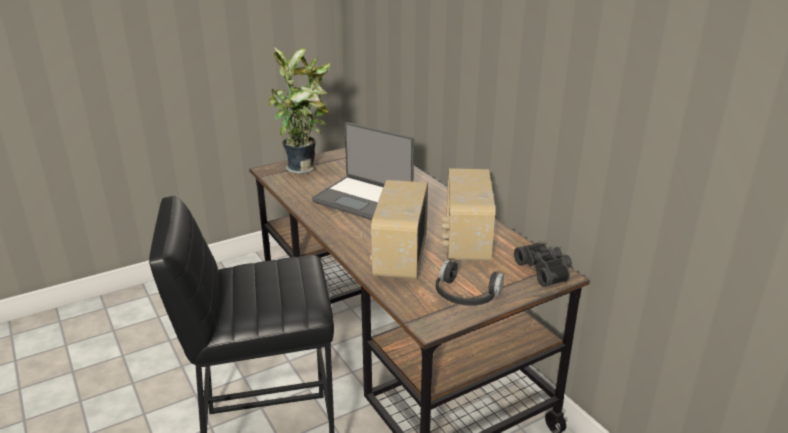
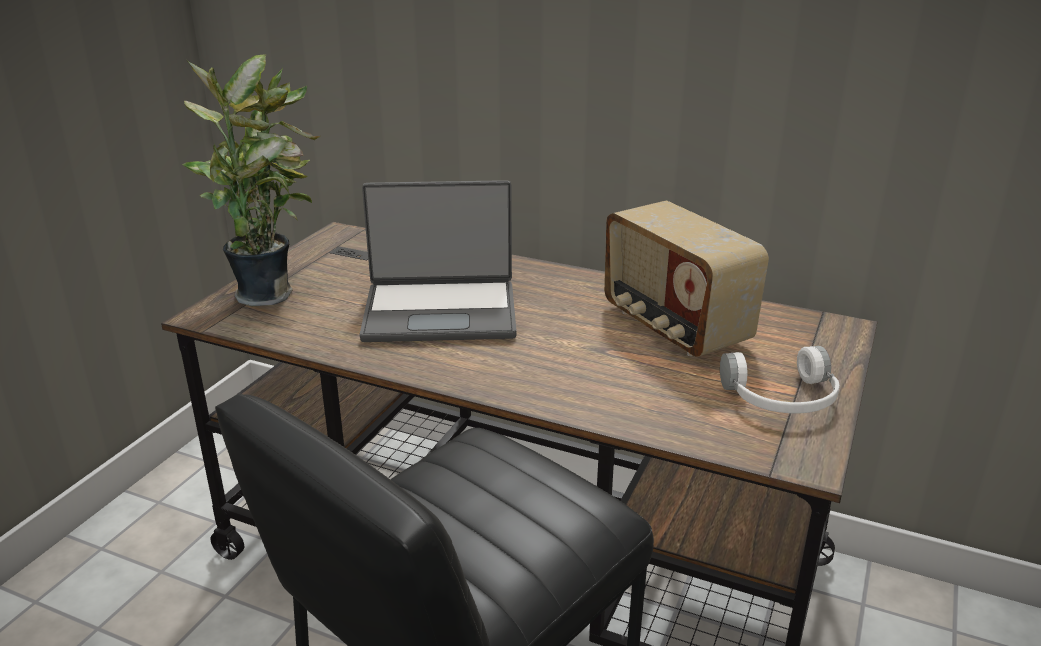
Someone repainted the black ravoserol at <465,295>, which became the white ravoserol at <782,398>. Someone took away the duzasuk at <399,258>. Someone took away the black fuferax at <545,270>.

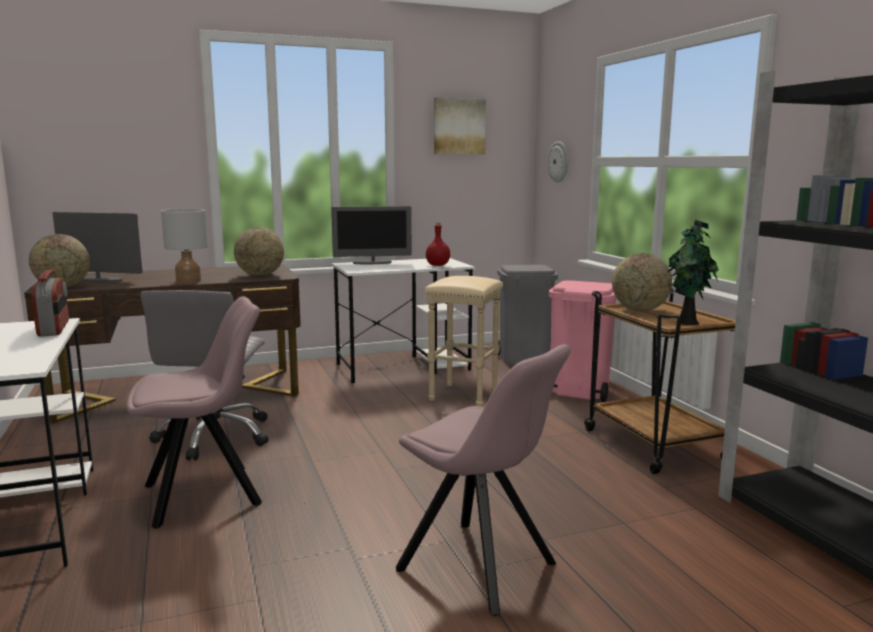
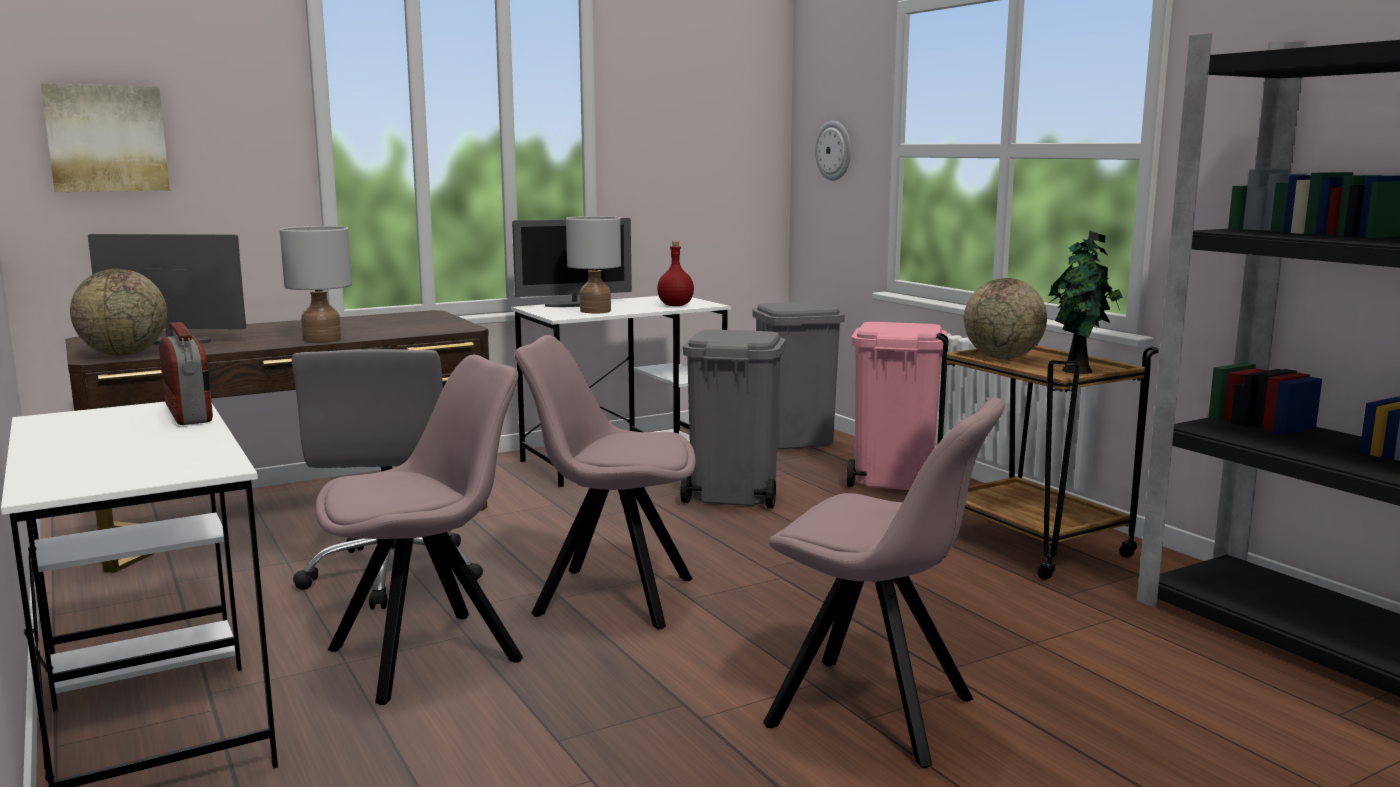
Someone carried the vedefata from <459,126> to <107,138>. Someone put down the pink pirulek at <613,597>. Someone put down the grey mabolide at <595,311>. Someone swapped the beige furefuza at <462,395> for the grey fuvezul at <732,495>. Someone took away the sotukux at <260,275>.

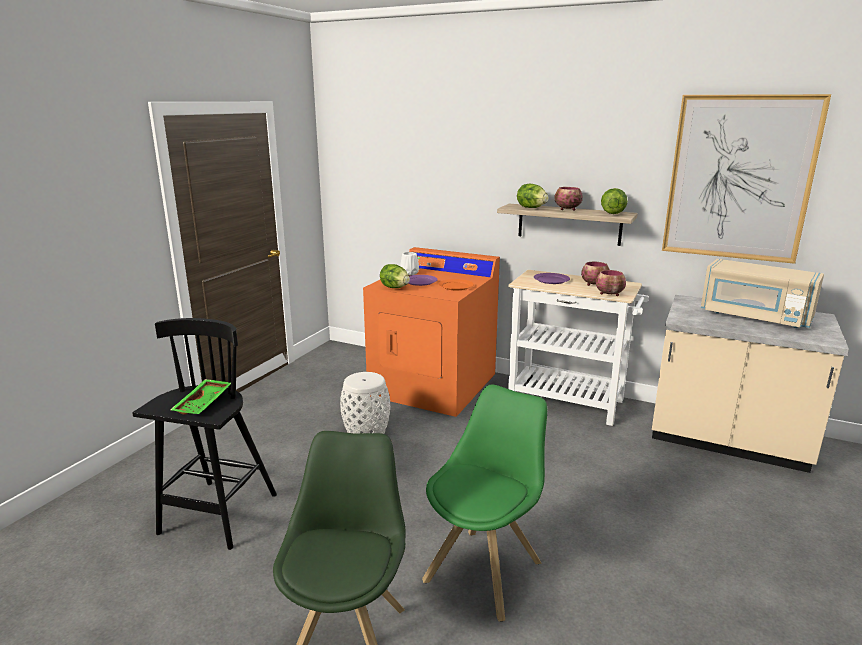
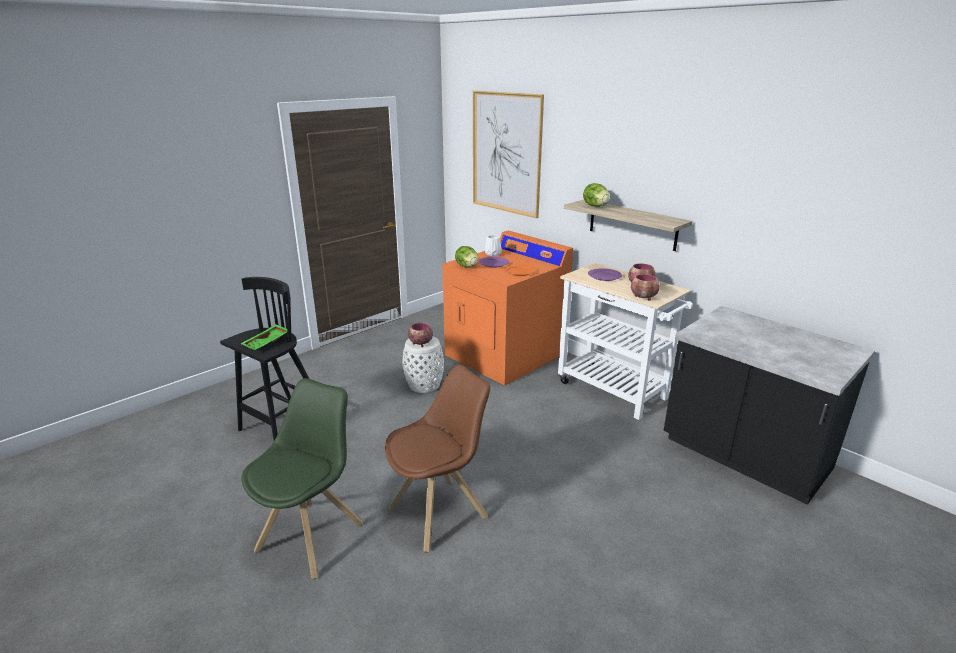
Someone repainted the green pirulek at <484,571>, which became the brown pirulek at <439,513>. Someone carried the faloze from <567,209> to <420,343>. Someone carried the vedefata from <739,178> to <506,153>. Someone repainted the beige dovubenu at <727,440>, which became the black dovubenu at <744,456>. Someone took away the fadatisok at <612,213>. Someone took away the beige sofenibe at <754,317>.

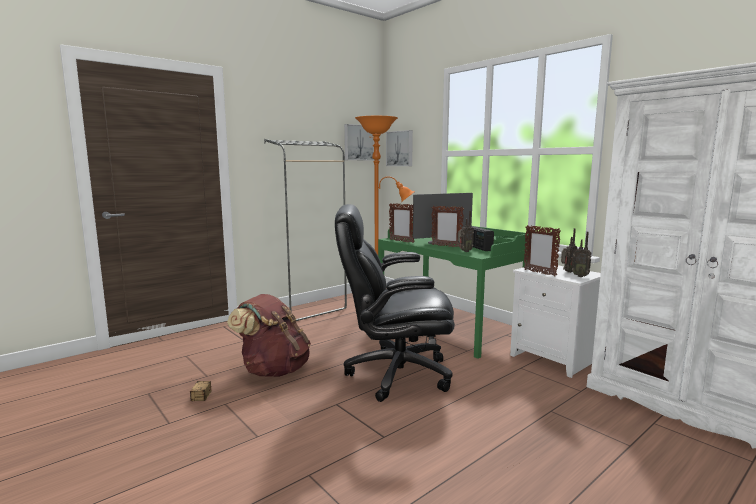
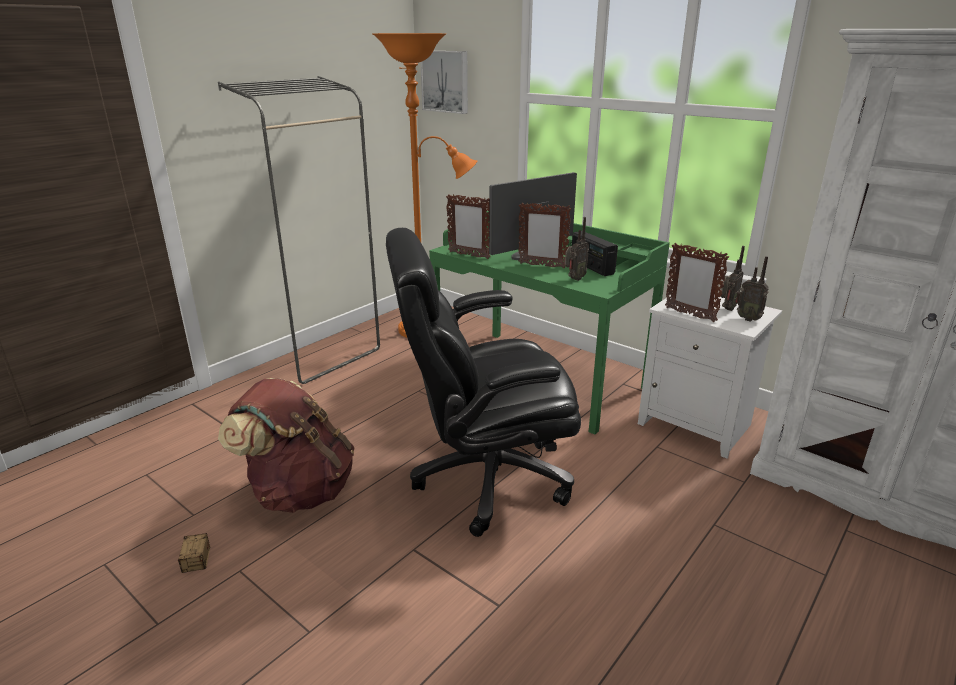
Someone took away the vedefata at <358,142>.

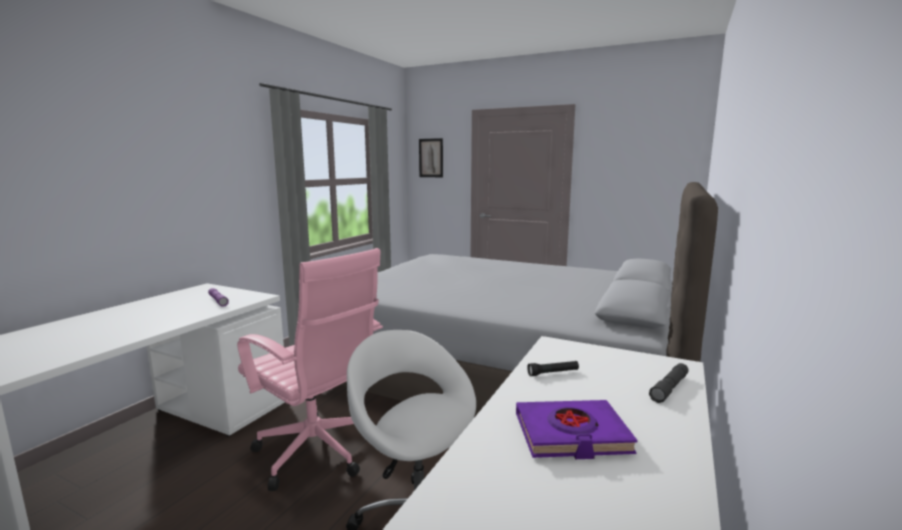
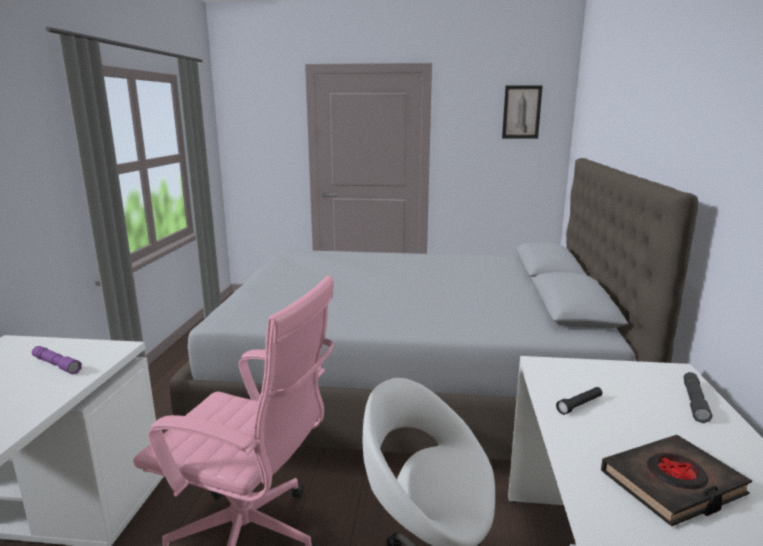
Someone carried the vedefata from <431,158> to <521,112>. Someone repainted the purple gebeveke at <571,435>, which became the black gebeveke at <672,484>.

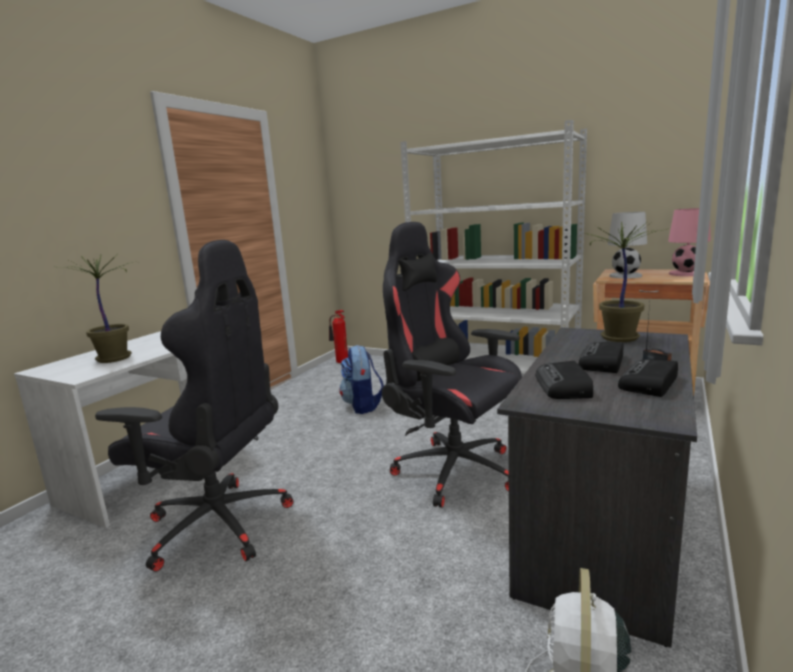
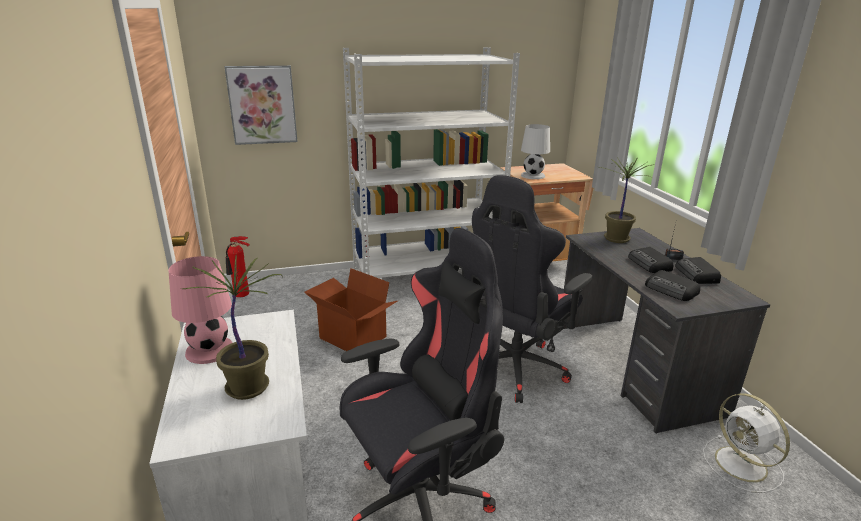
Someone carried the pink mabolide from <686,273> to <210,349>. Someone put up the vedefata at <262,105>. Someone swapped the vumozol at <363,406> for the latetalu at <352,338>. Someone rotated the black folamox at <457,471> by 45 degrees counterclockwise.

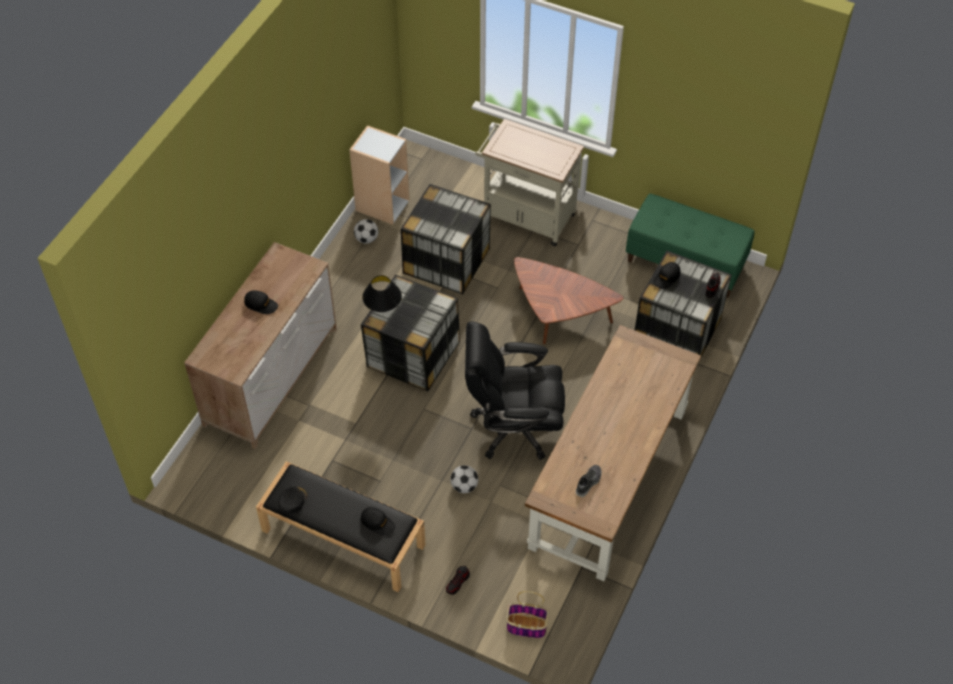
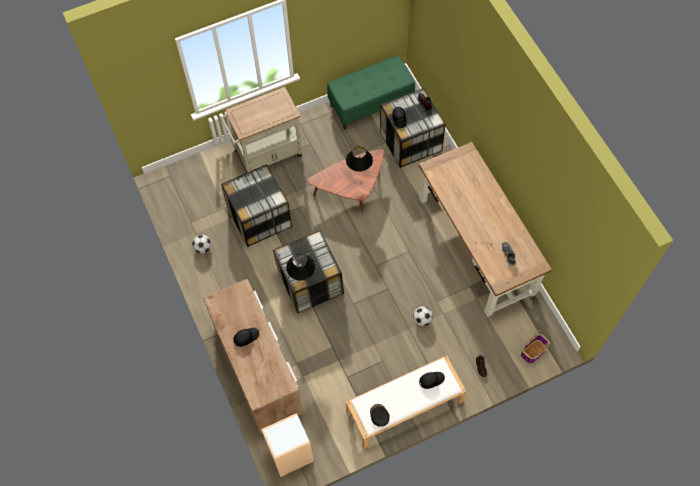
Someone carried the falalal from <382,205> to <290,455>. Someone put down the black mabolide at <359,174>. Someone repainted the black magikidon at <342,538>, which became the white magikidon at <404,407>. Someone took away the black folamox at <514,427>.

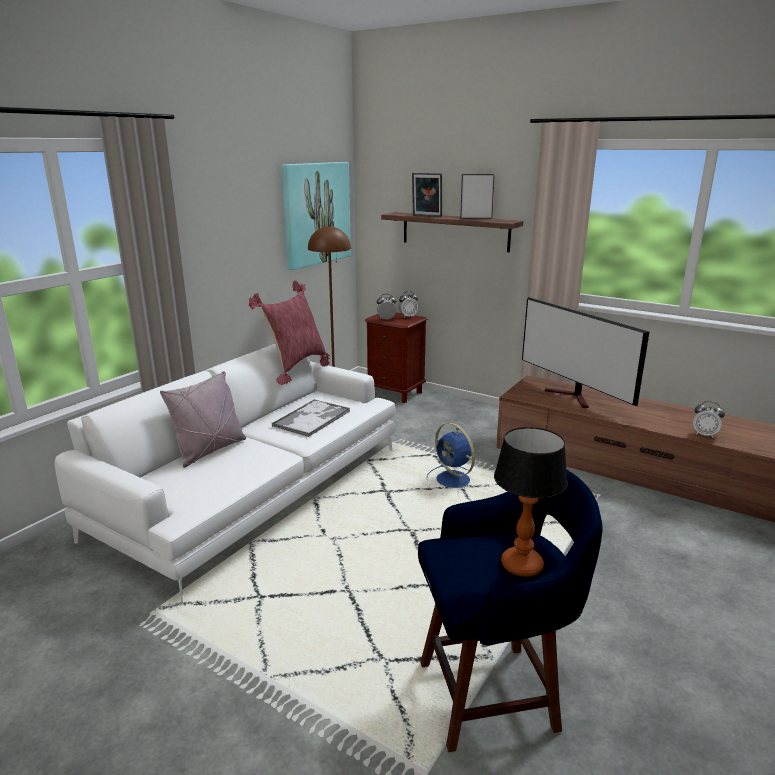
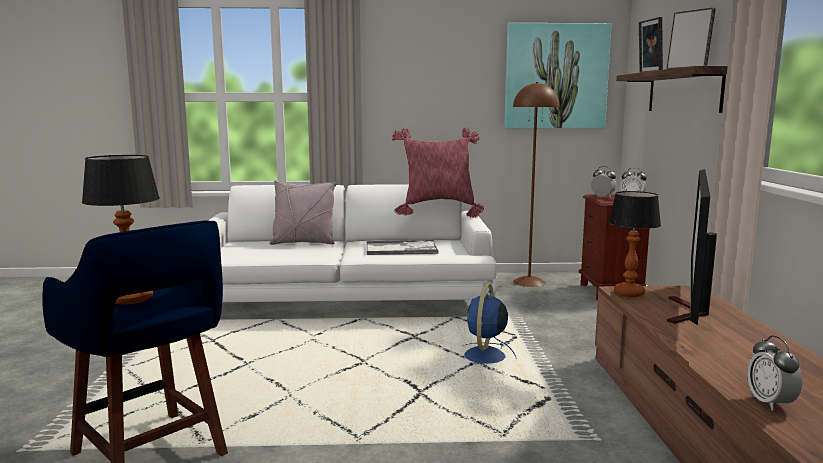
Someone put down the mabolide at <628,293>.

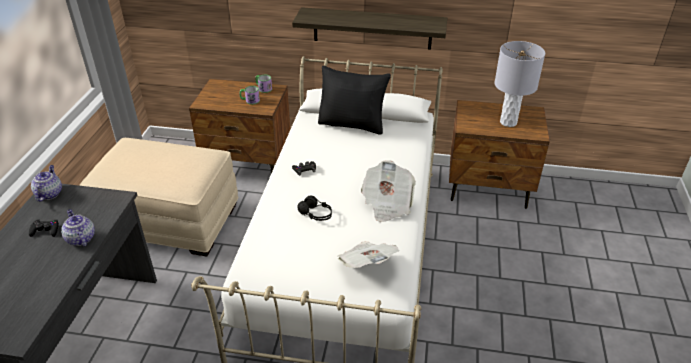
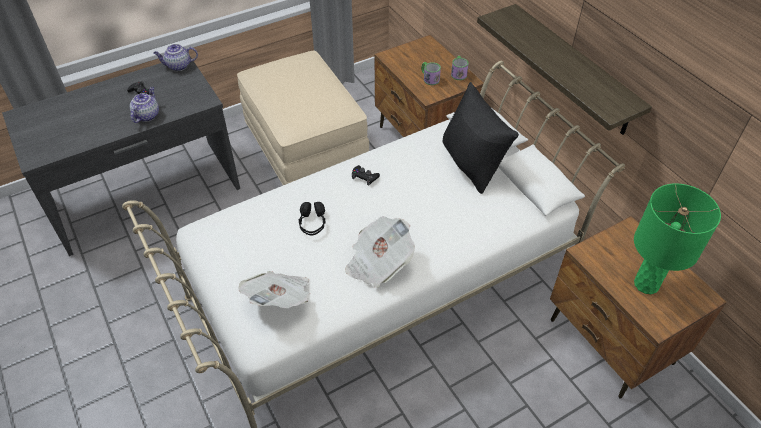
Someone rotated the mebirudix at <49,193> by 150 degrees counterclockwise. Someone repainted the grey mabolide at <508,122>, which became the green mabolide at <646,284>.

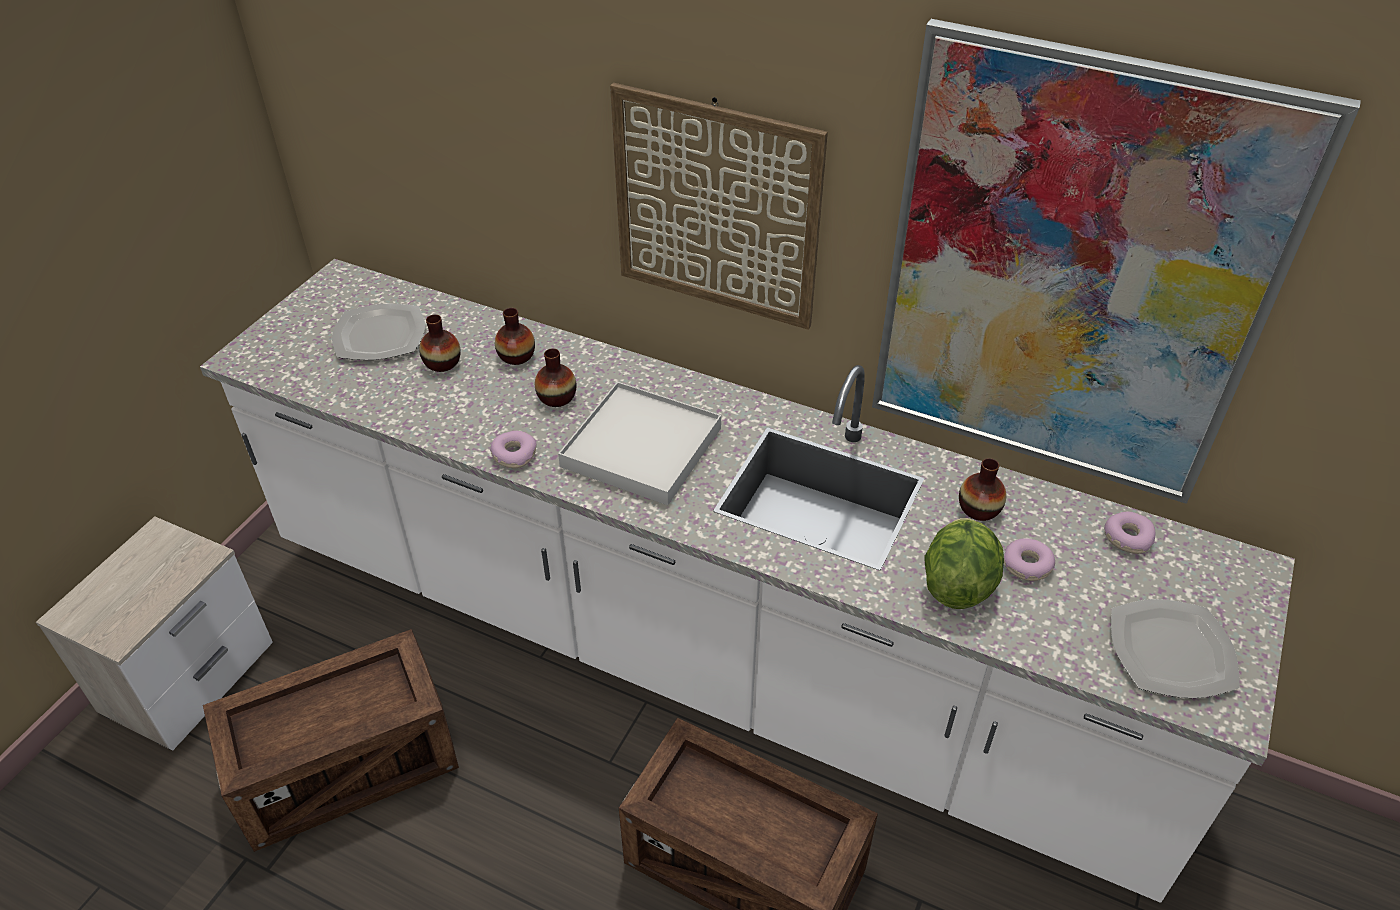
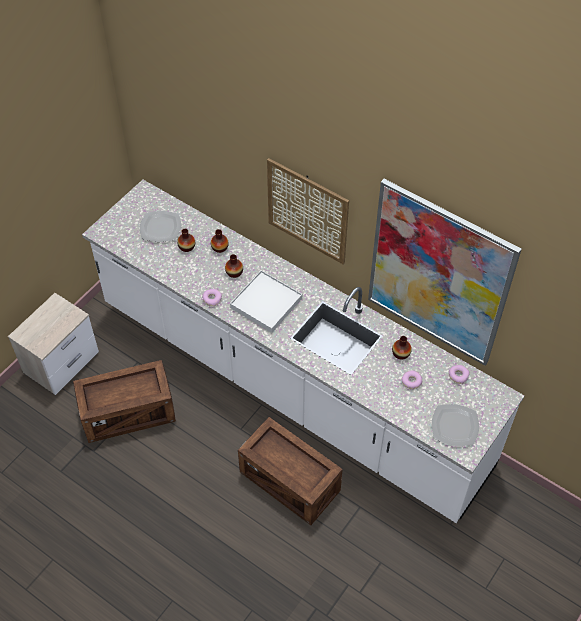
Someone took away the fadatisok at <957,583>.

